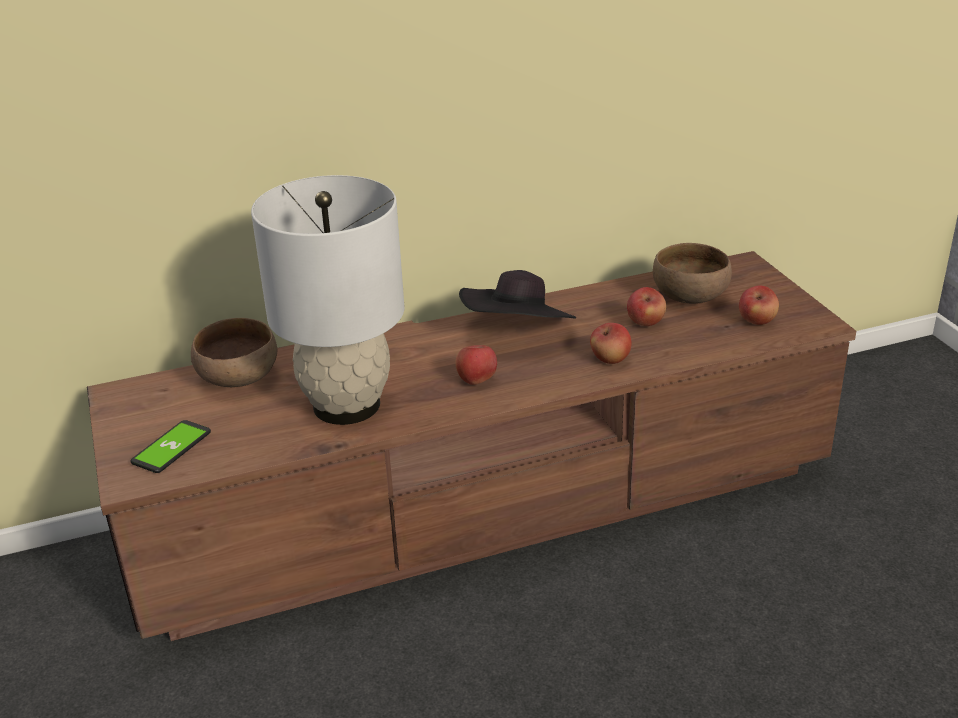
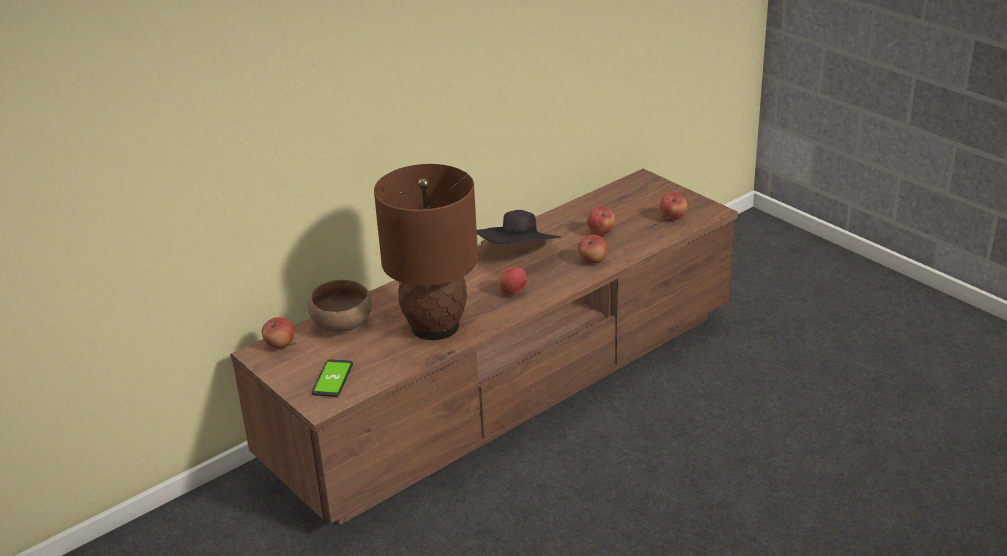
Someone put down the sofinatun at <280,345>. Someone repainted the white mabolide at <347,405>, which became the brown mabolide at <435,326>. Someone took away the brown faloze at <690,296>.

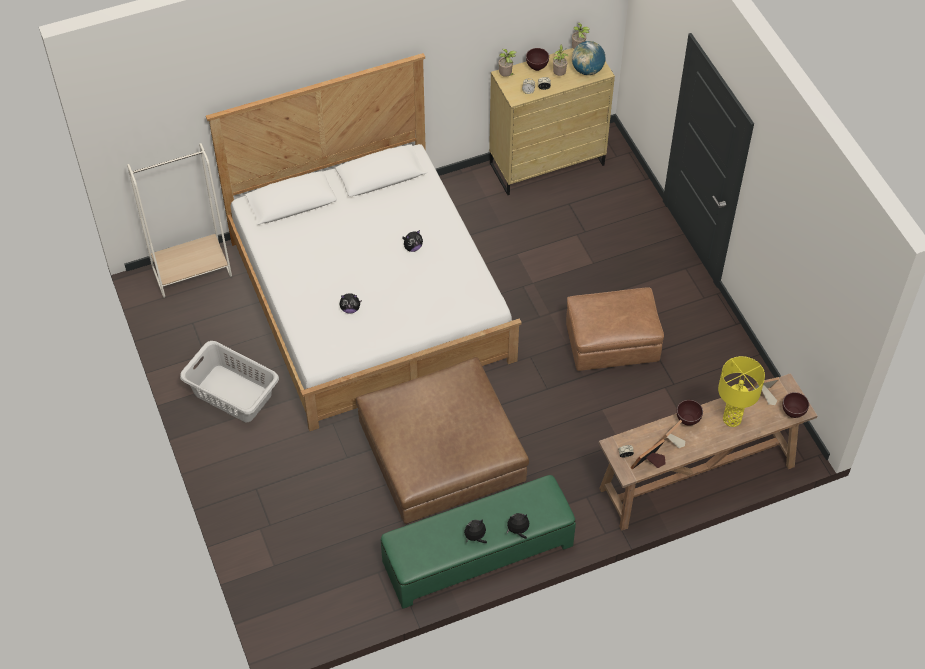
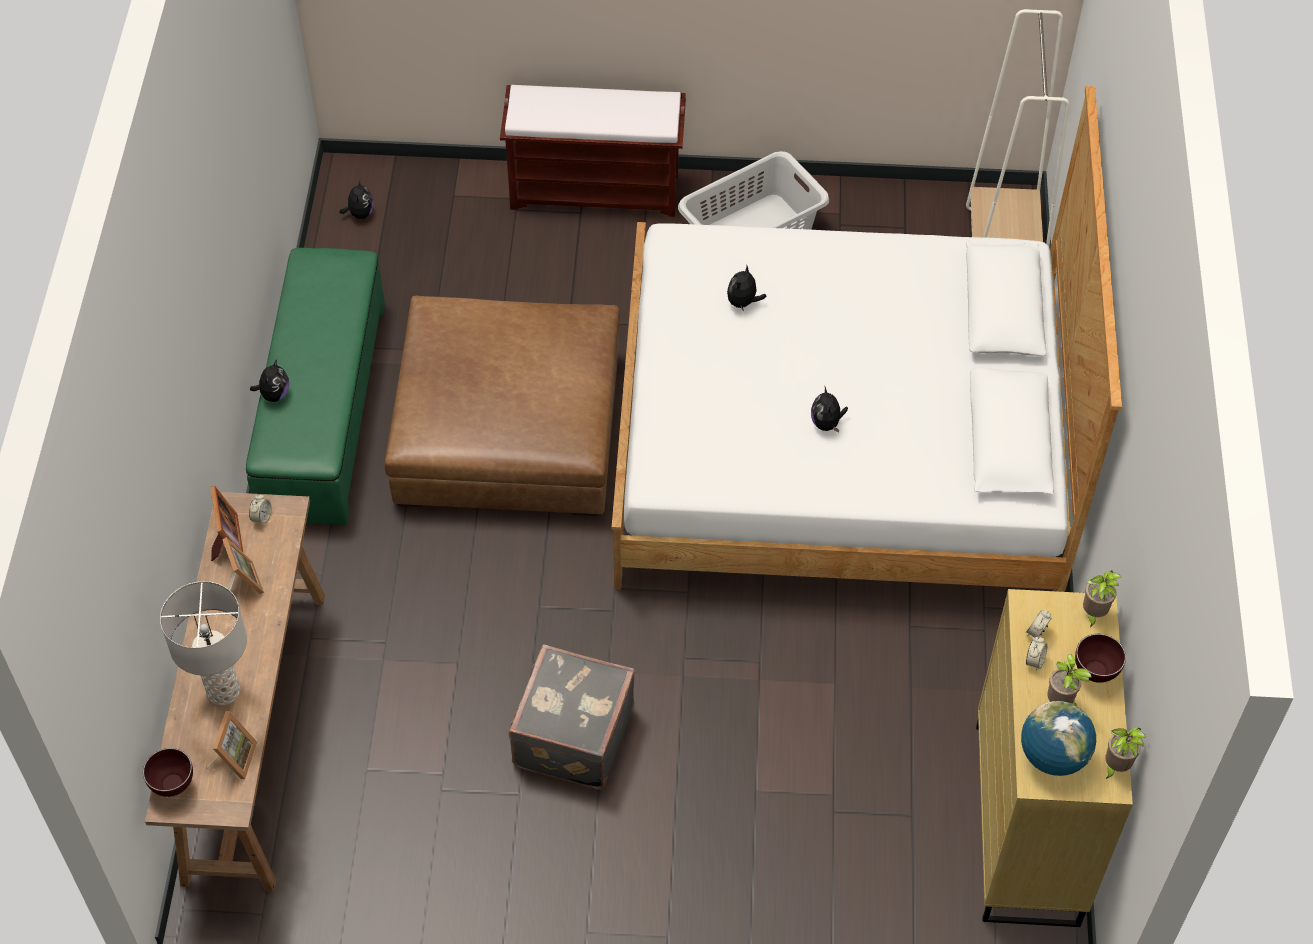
Someone repainted the yellow mabolide at <731,419>, which became the white mabolide at <224,690>. Someone carried the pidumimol from <475,537> to <360,213>. Someone put down the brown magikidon at <596,190>. Someone swapped the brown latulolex at <611,344> for the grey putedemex at <571,736>. Someone took away the brown faloze at <688,421>.

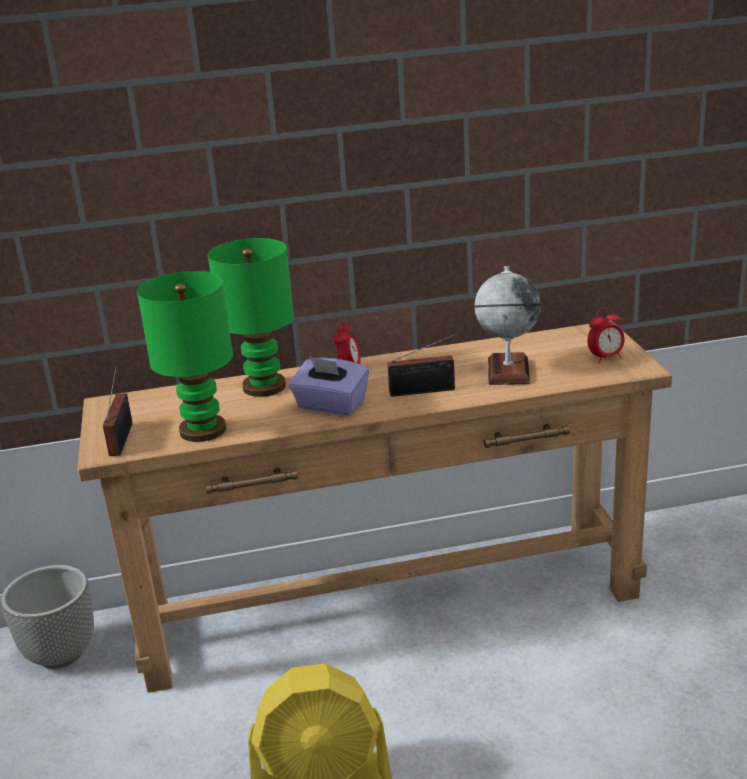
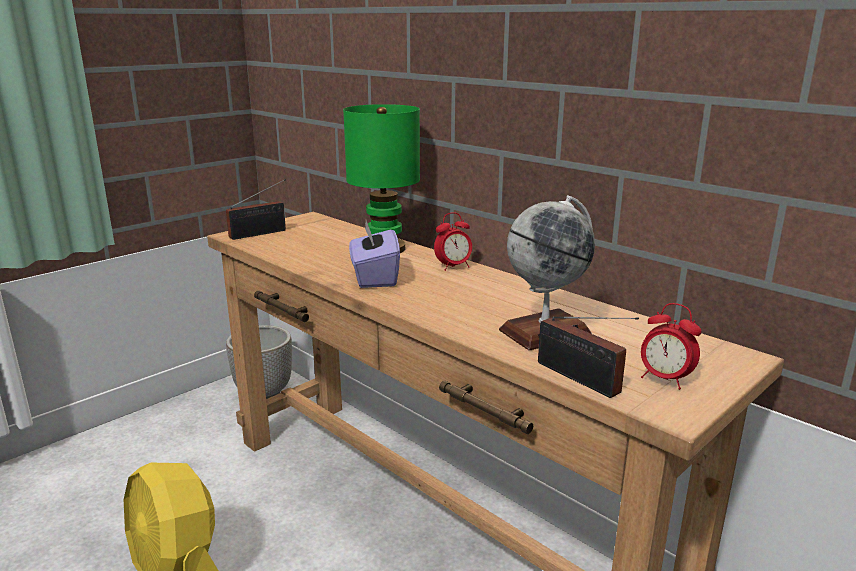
Someone carried the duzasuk from <426,391> to <581,380>. Someone took away the green mabolide at <204,430>.

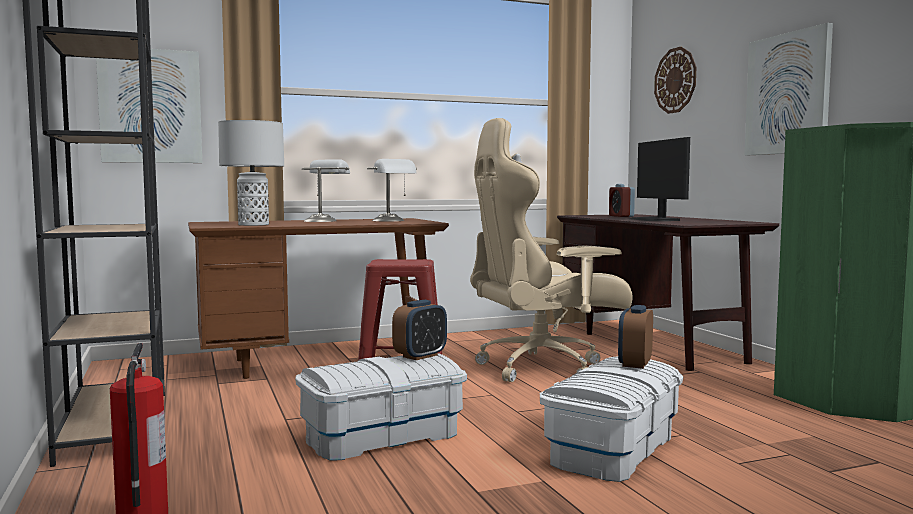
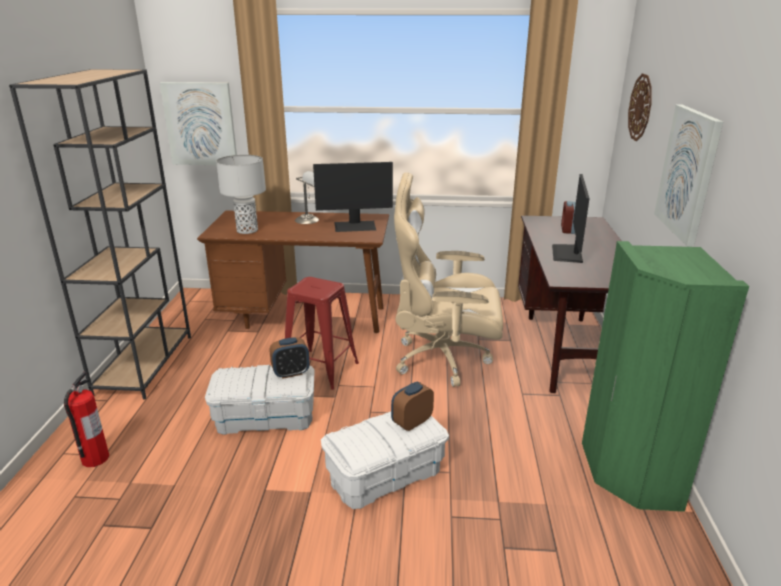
Someone swapped the white mabolide at <392,220> for the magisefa at <355,226>.

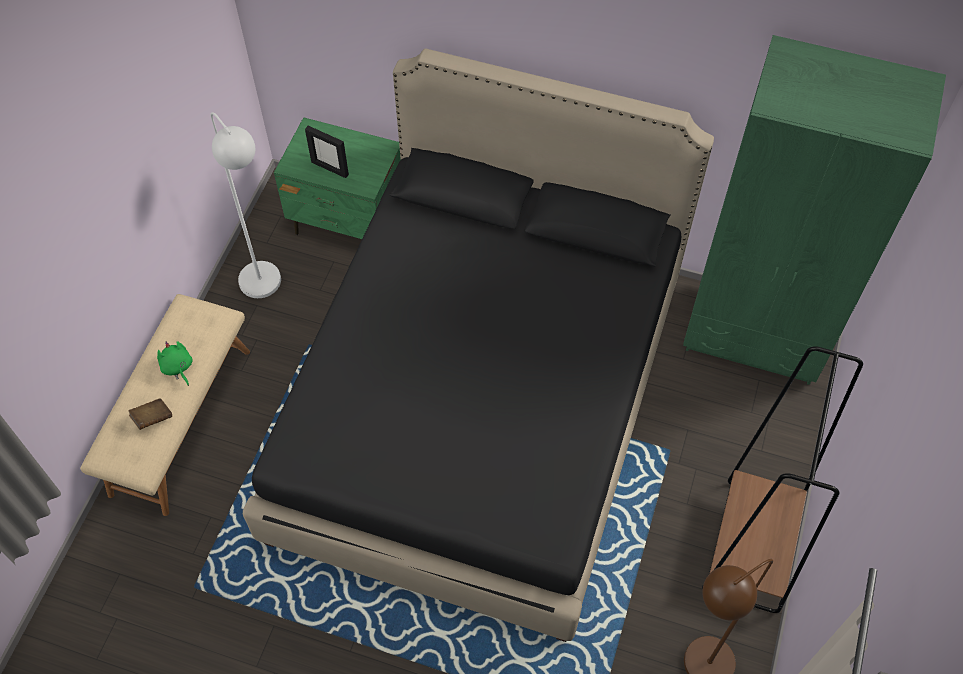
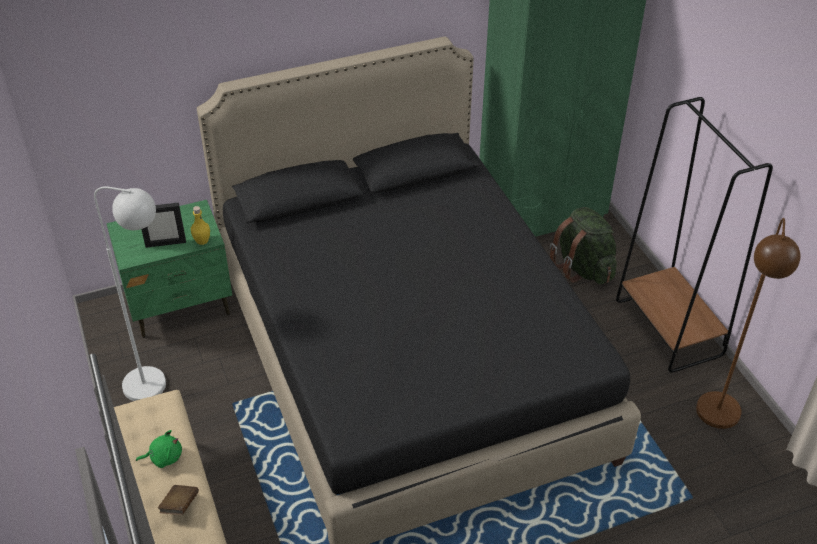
Someone rotated the green pidumimol at <177,368> by 150 degrees clockwise. Someone put down the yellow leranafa at <202,240>. Someone put down the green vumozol at <583,268>.

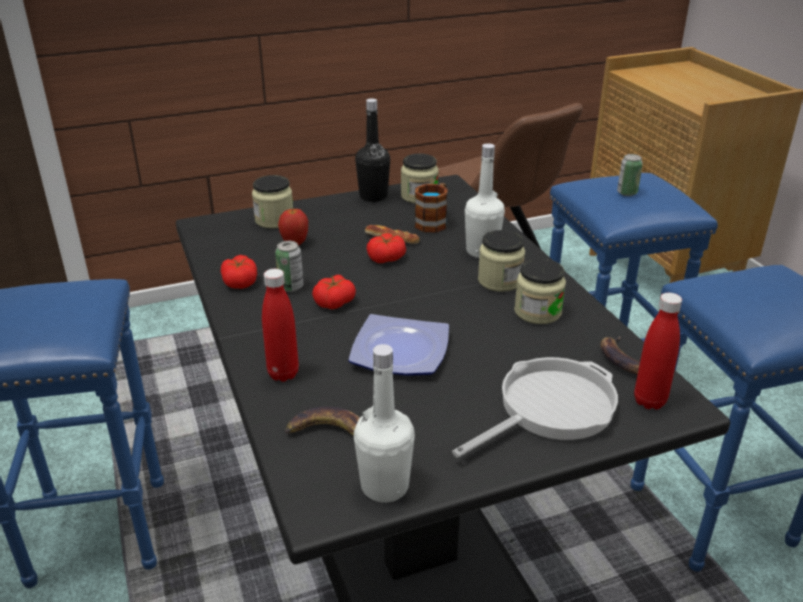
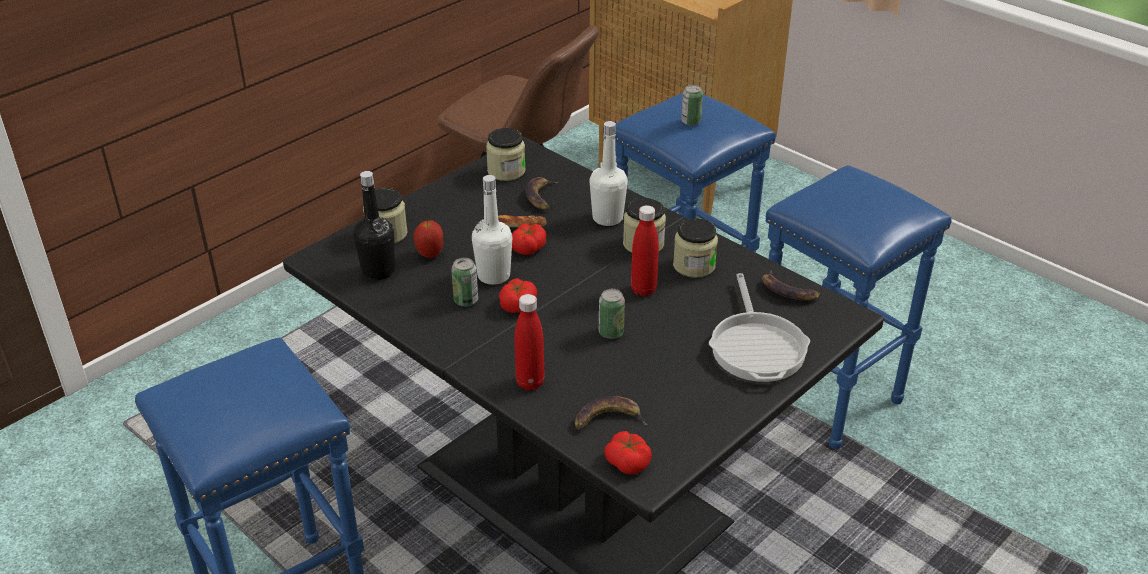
Someone carried the black leranafa from <373,196> to <378,271>. Someone carried the white leranafa from <384,486> to <494,275>. Someone swapped the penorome at <433,221> for the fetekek at <541,197>. Someone swapped the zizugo at <402,350> for the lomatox at <611,332>. Someone carried the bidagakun from <240,282> to <628,462>. Someone carried the red leranafa from <649,401> to <643,290>. Someone rotated the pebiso at <550,408> by 150 degrees clockwise.

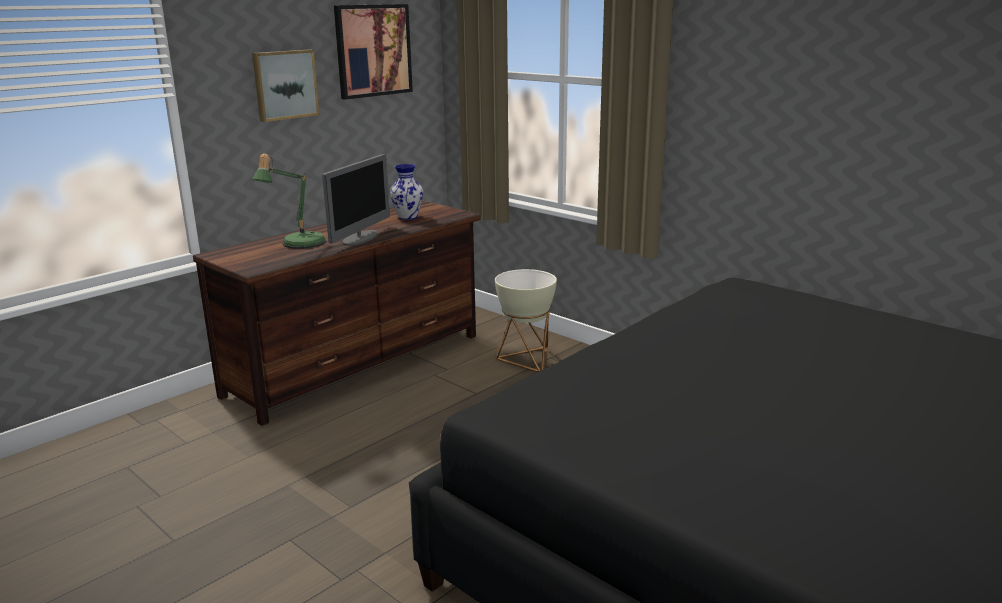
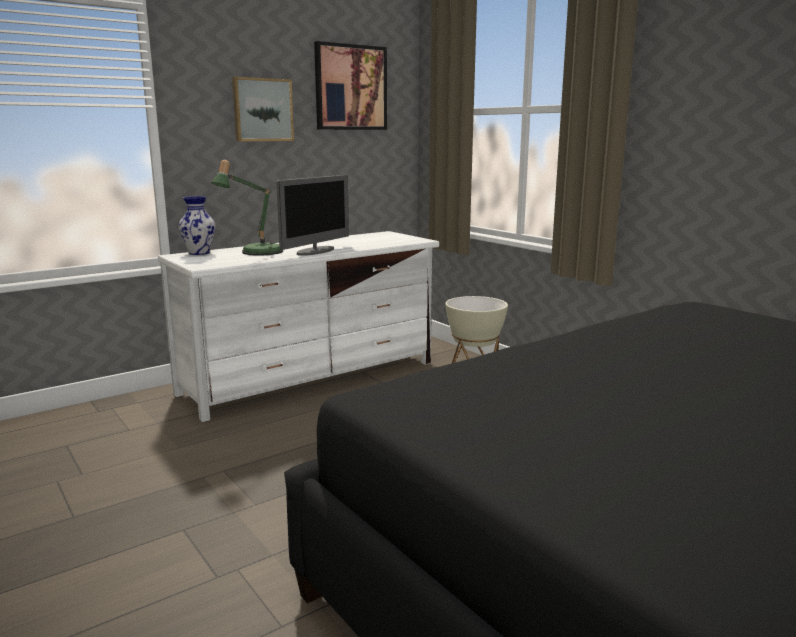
Someone repainted the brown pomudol at <359,365>, which became the white pomudol at <312,378>. Someone carried the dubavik from <407,217> to <199,253>.

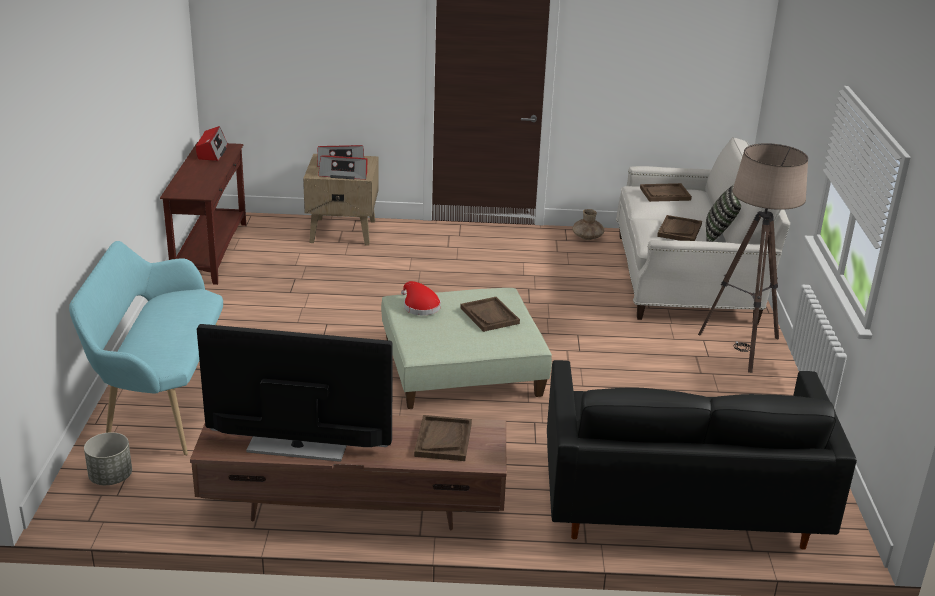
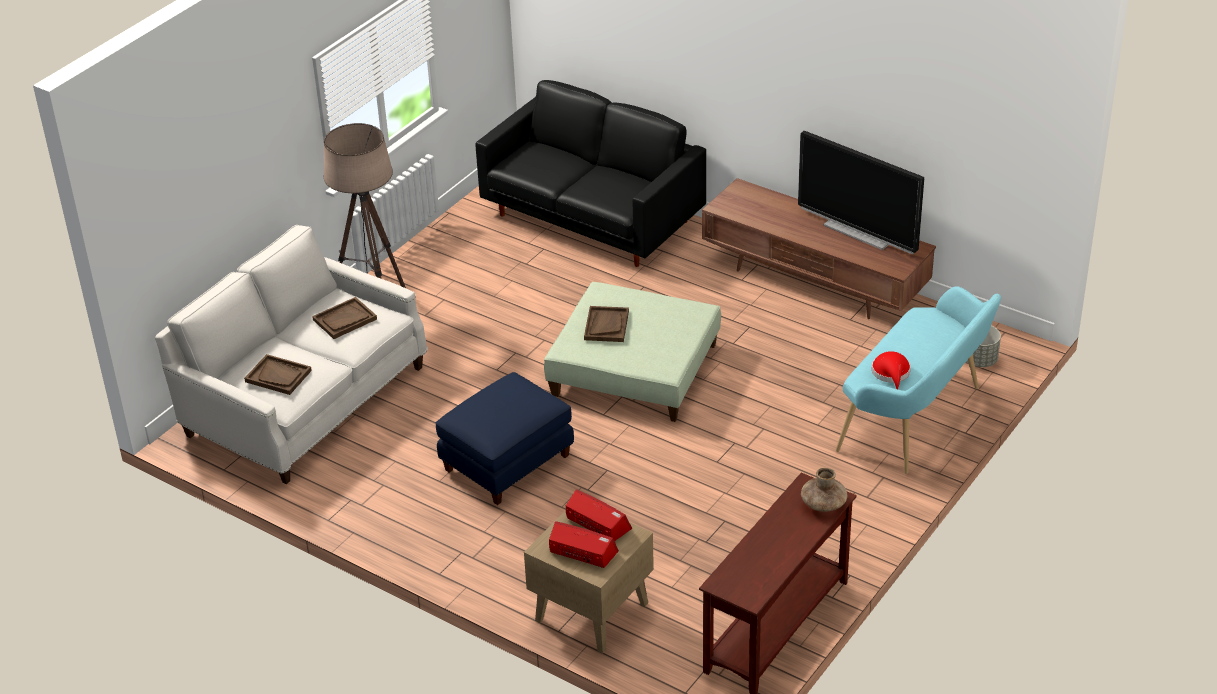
Someone put down the blue latulolex at <507,463>. Someone carried the brown dubavik from <587,237> to <823,503>. Someone carried the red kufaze from <419,306> to <891,374>. Someone took away the duzasuk at <212,152>. Someone took away the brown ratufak at <443,440>. Someone took away the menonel at <719,235>.

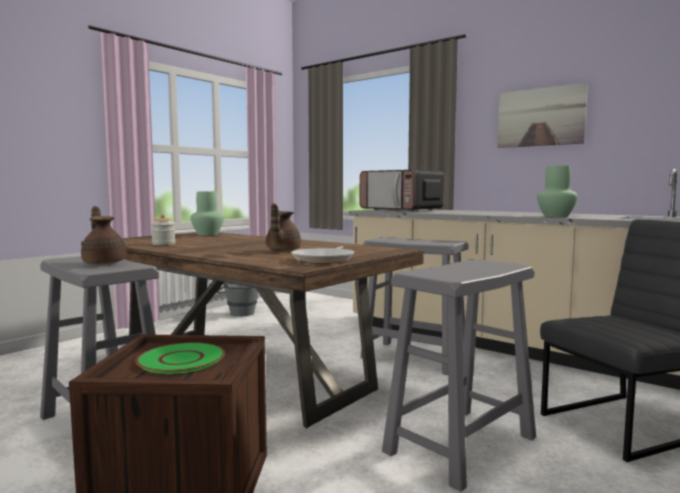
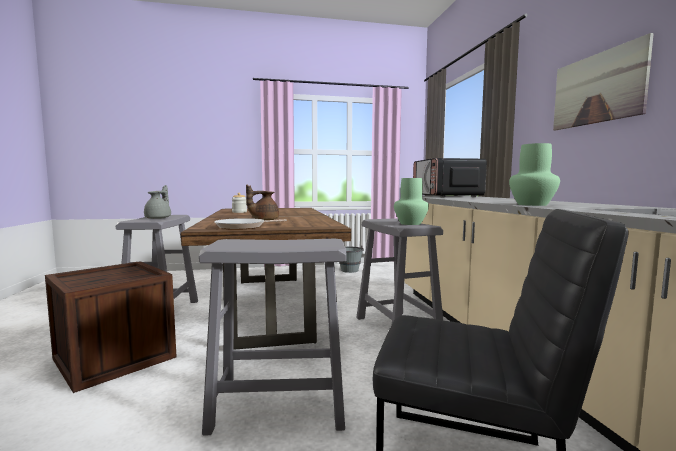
Someone repainted the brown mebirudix at <104,263>, which became the grey mebirudix at <159,218>. Someone carried the green dubavik from <208,234> to <410,224>. Someone took away the green zizugo at <181,359>.

